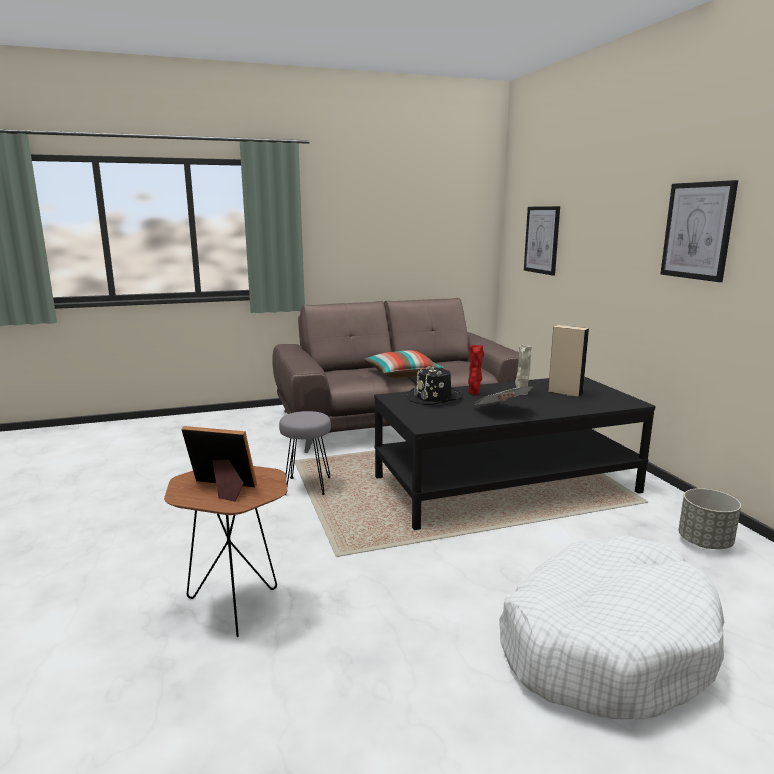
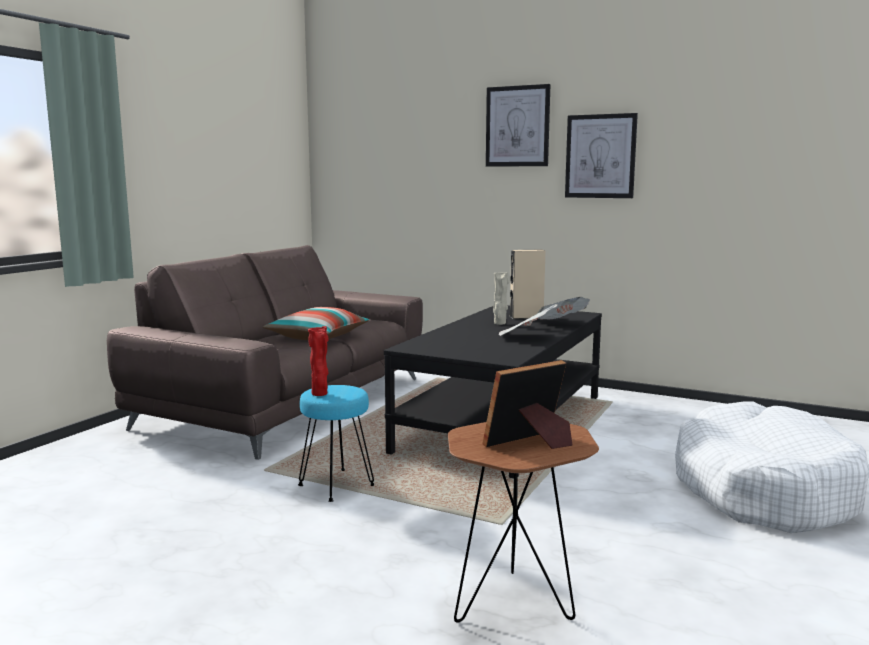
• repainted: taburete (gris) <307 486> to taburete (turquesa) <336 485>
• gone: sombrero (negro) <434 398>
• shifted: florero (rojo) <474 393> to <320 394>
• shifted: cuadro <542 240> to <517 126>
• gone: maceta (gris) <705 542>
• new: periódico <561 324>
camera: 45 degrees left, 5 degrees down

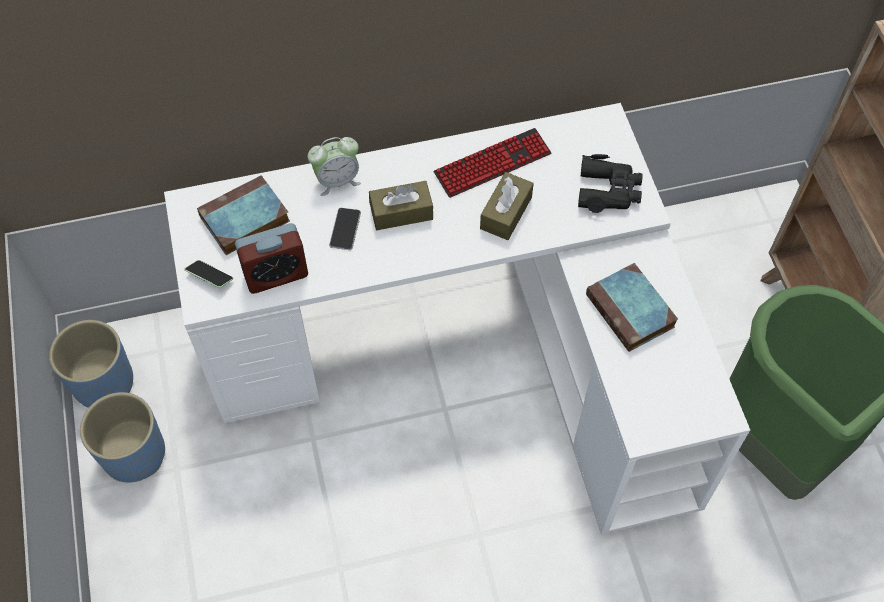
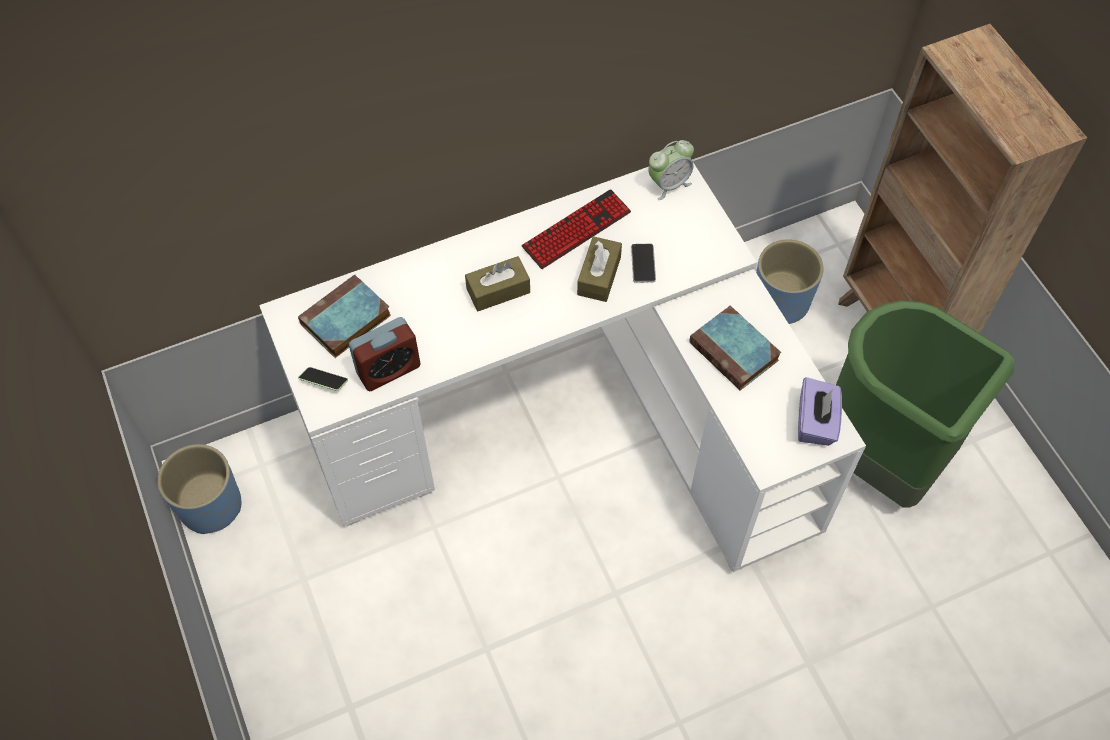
• shifted: maceta (azul) <134 454> to <781 302>
• shifted: despertador <337 180> to <669 184>
• shifted: móvil <345 229> to <643 263>
• gone: prismáticos (negro) <608 190>
• new: caja de pañuelos (morado) <815 422>
camera: 10 degrees left, 0 degrees up

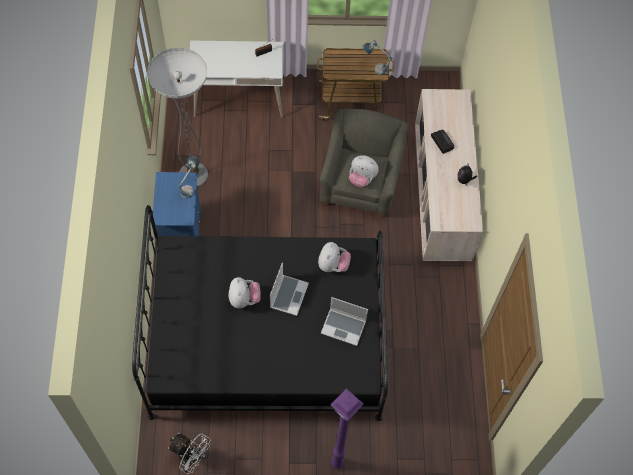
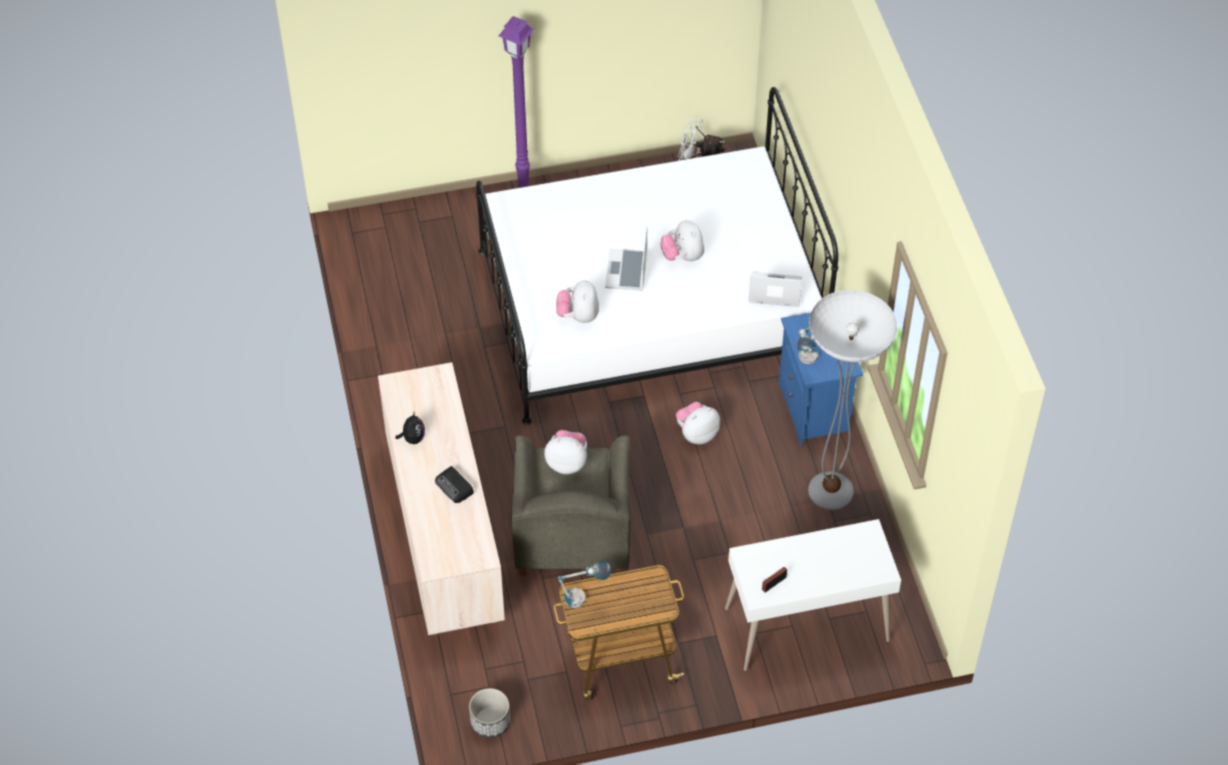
• repainted: cama (negro) <267 338> to cama (blanco) <649 307>
• shifted: portátil <344 327> to <774 291>
• new: maceta <490 722>
• new: peluche <697 433>
camera: 170 degrees right, 10 degrees down

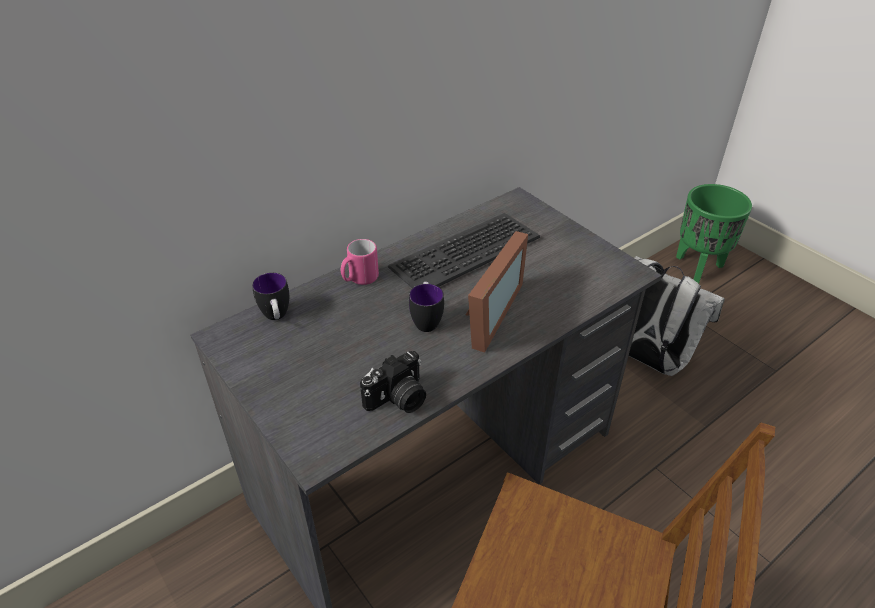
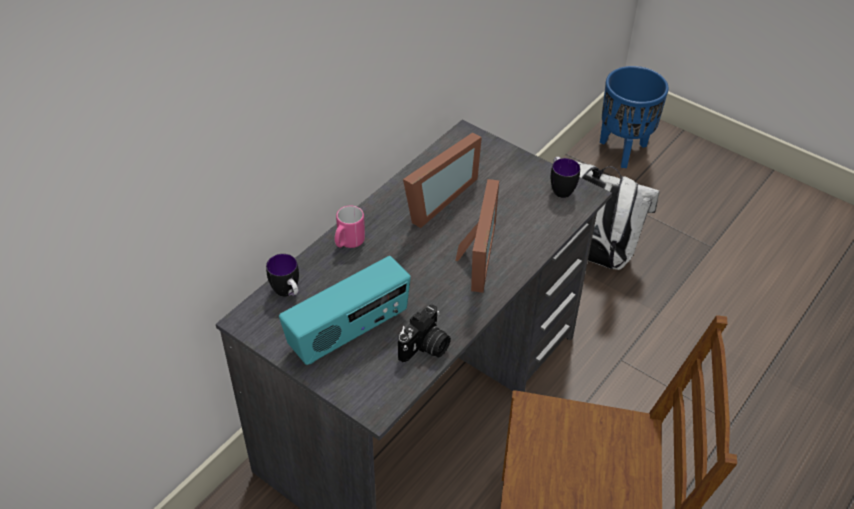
• swapped: teclado <465 252> to portarretratos <434 198>
• shifted: taza grande <426 320> to <560 188>
• repainted: maceta (verde) <698 268> to maceta (azul) <624 151>
• new: radio <349 332>
camera: 15 degrees left, 5 degrees up

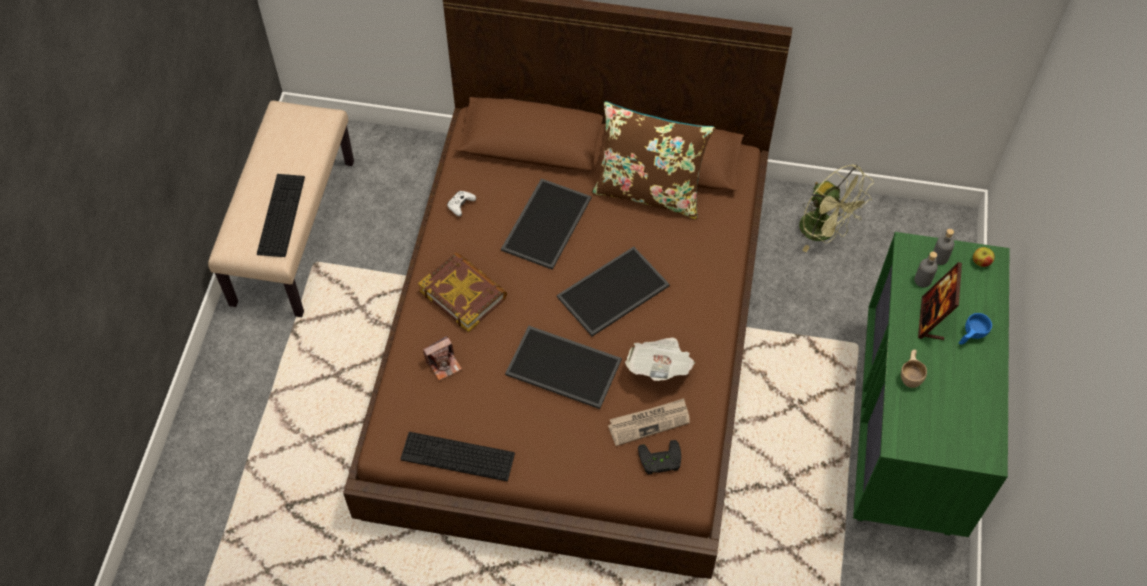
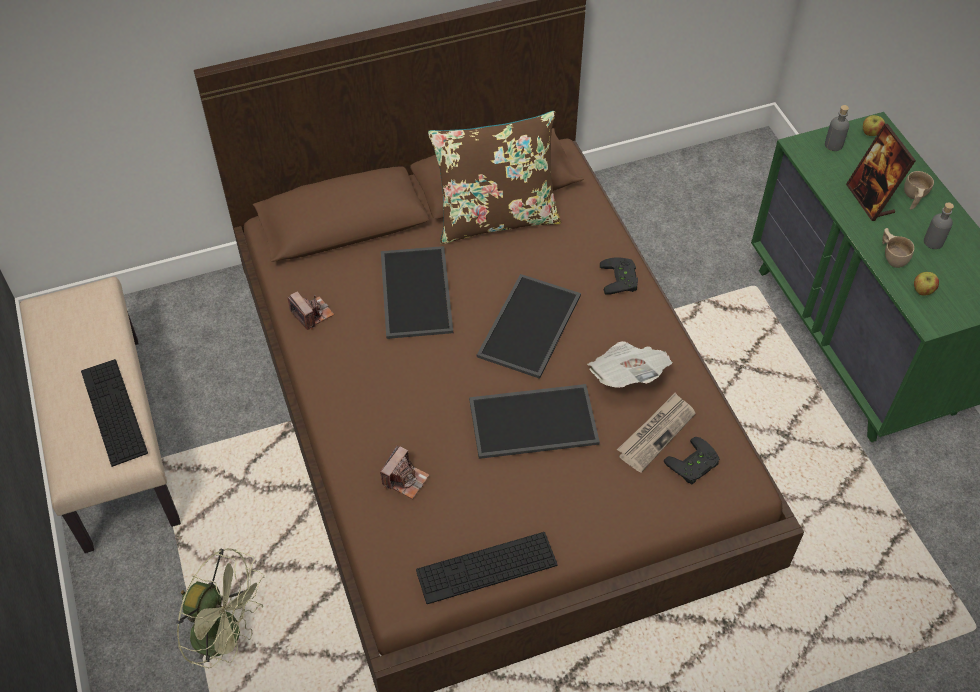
• gone: libro <463 294>
• swapped: mando de consola (blanco) <460 205> to cámara <312 314>
• shifted: ventilador (verde) <824 231> to <227 636>
• shifted: botella (gris) <922 280> to <933 242>
• repainted: taza (azul) <970 335> to taza (beis) <913 198>
• new: mando de consola (negro) <621 279>
• new: manzana <923 291>
camera: 30 degrees left, 5 degrees down

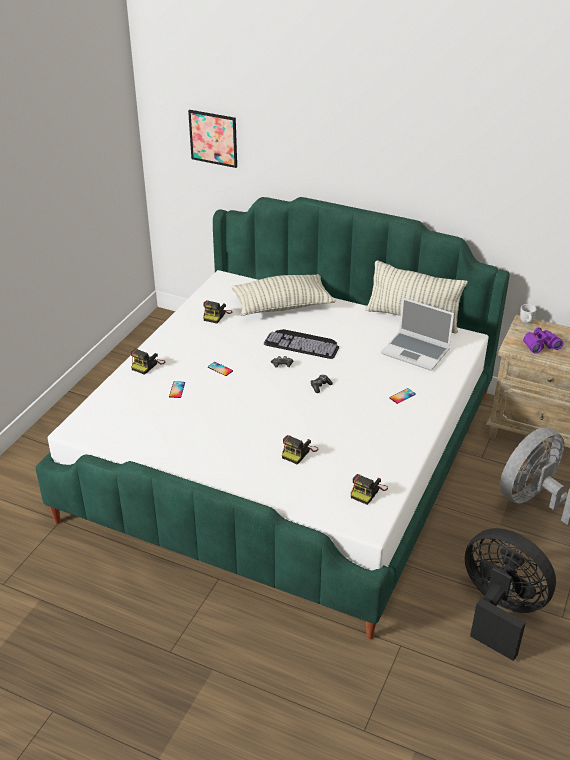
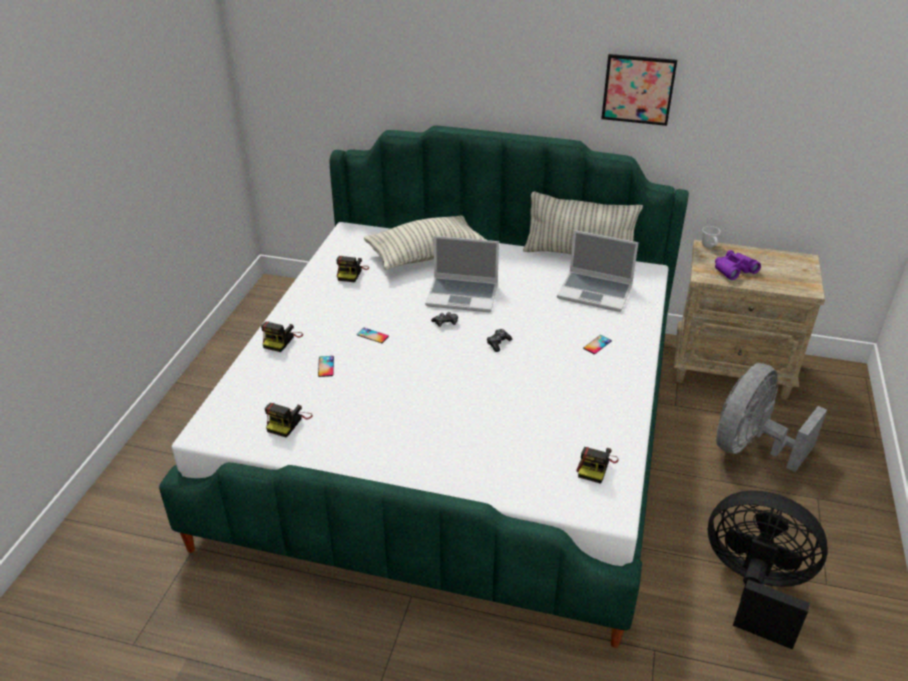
• shifted: cuadro <213 138> to <638 89>
• swapped: teclado <303 343> to portátil <463 295>
• shifted: cámara <299 452> to <288 422>
camera: 10 degrees left, 0 degrees up

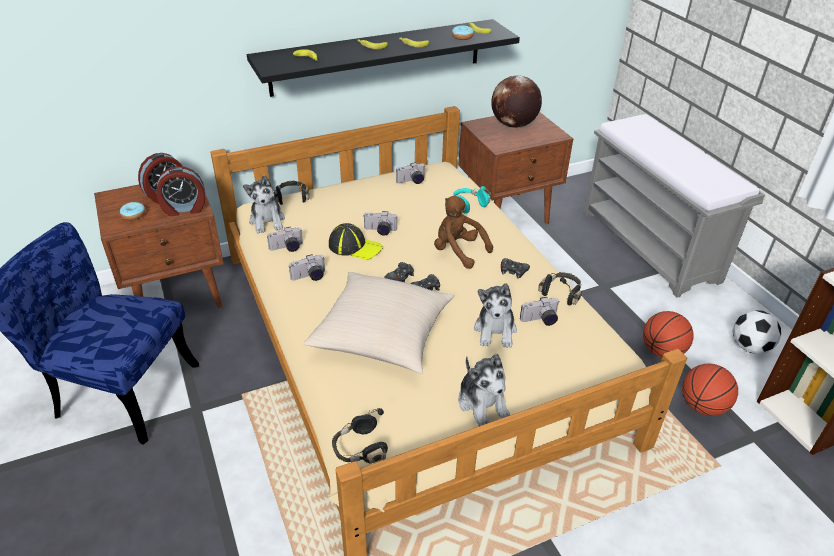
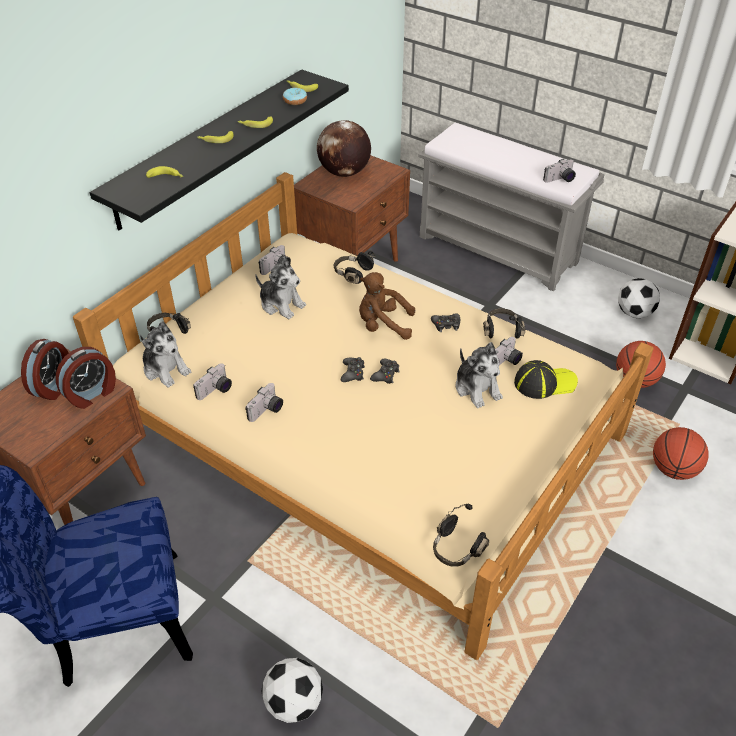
• gone: rosquilla <133 215>
• gone: cojín (beis) <382 335>
• shifted: gorra <355 247> to <544 383>
• shifted: cámara <380 231> to <560 180>
• repainted: auriculares (turquesa) <468 205> to auriculares (negro) <352 273>
• shifted: peluche <482 402> to <281 304>
• shifted: balón de baloncesto <662 351> to <673 469>
• new: balón de fútbol <294 703>
camera: 30 degrees left, 5 degrees up

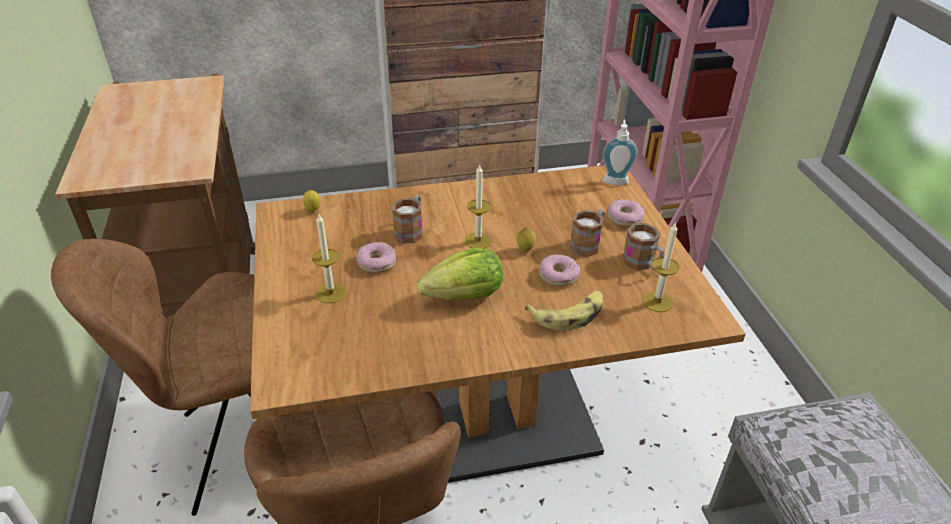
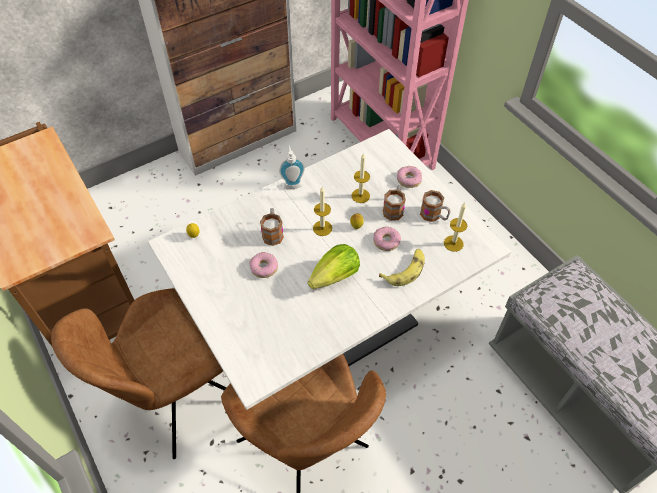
• repainted: mesa de comedor (marrón) <473 423> to mesa de comedor (blanco) <328 331>
• shifted: vela <331 293> to <360 196>
• shifted: dispensador de jabón <615 180> to <292 184>
camera: 20 degrees left, 15 degrees up

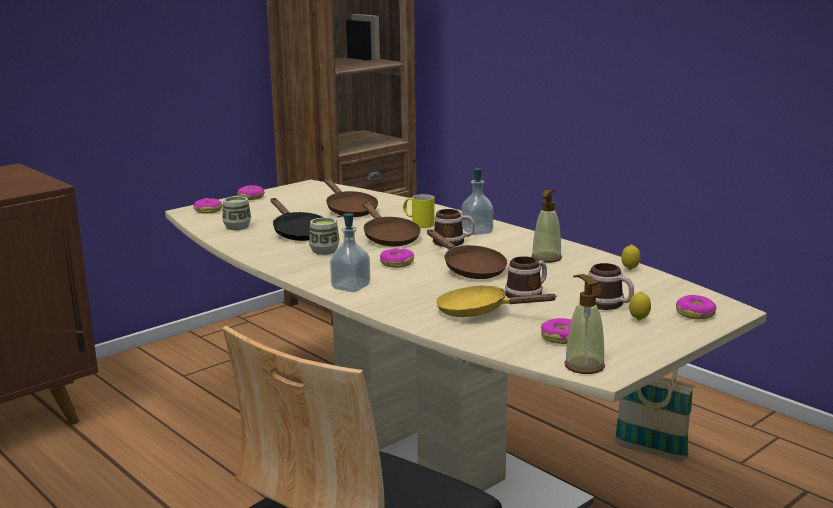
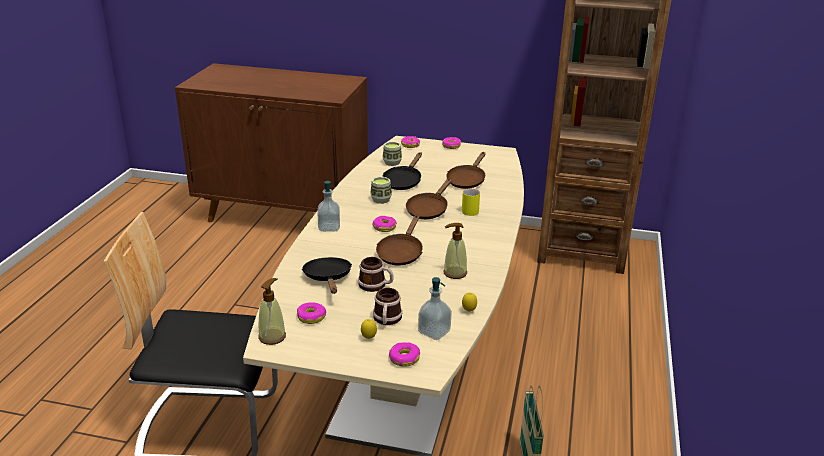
• gone: taza grande <453 242>
• repainted: sartén (amarillo) <479 312> to sartén (negro) <328 278>
• shifted: dispensador de jabón <477 231> to <434 332>
camera: 55 degrees right, 10 degrees up

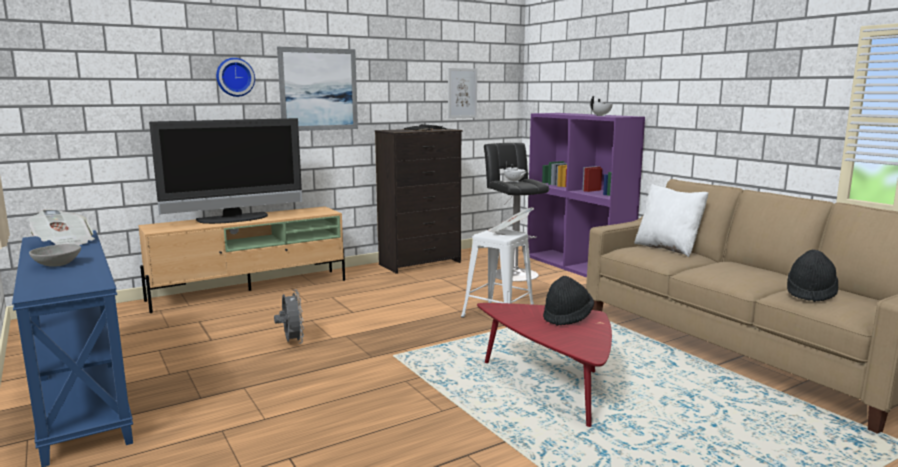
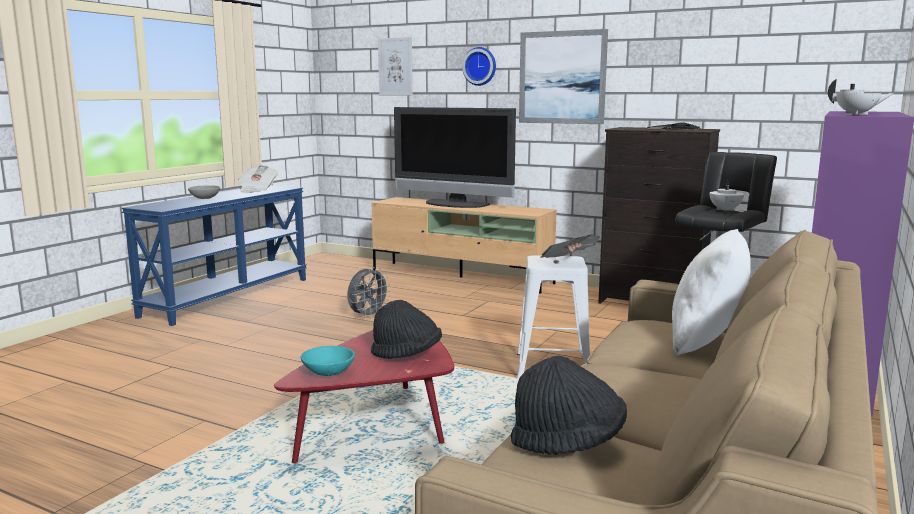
• shifted: cuadro <462 93> to <395 66>
• new: cuenco (turquesa) <328 372>
camera: 60 degrees right, 0 degrees up

